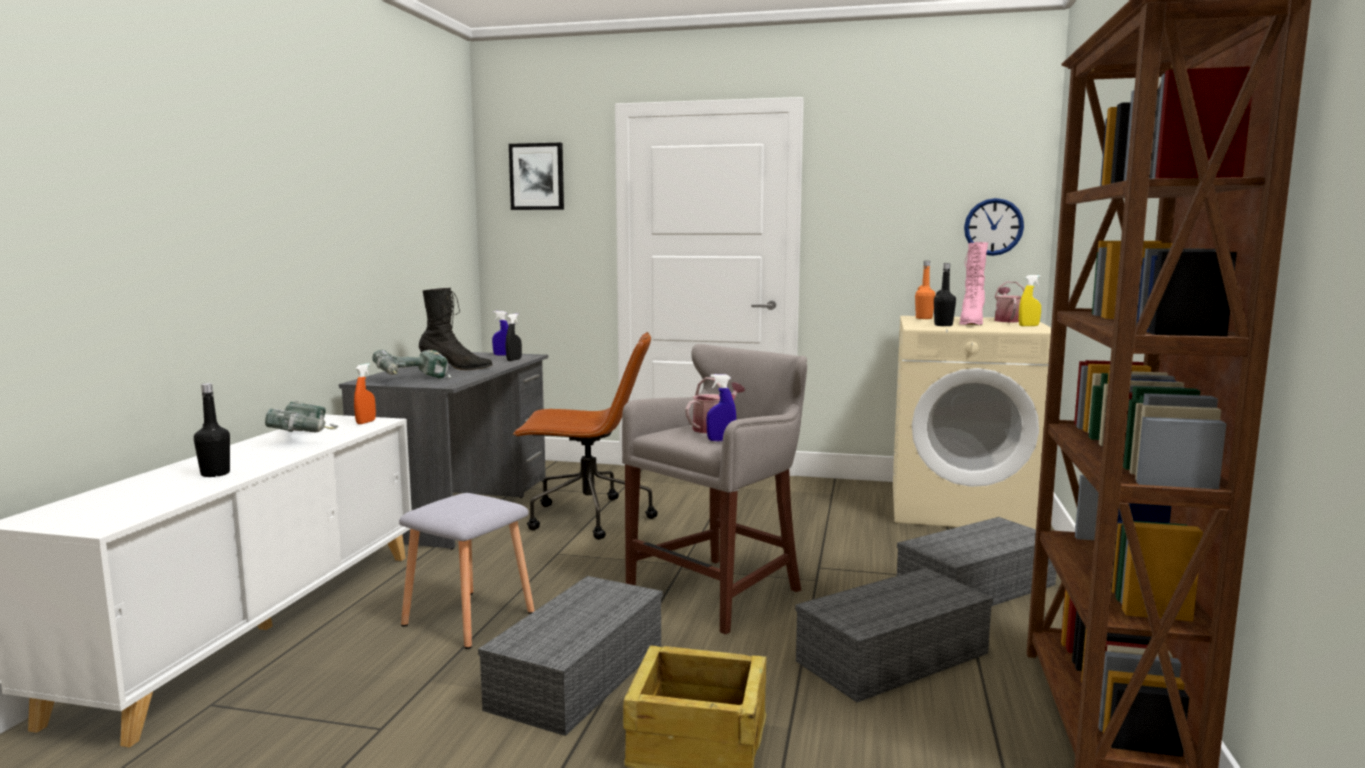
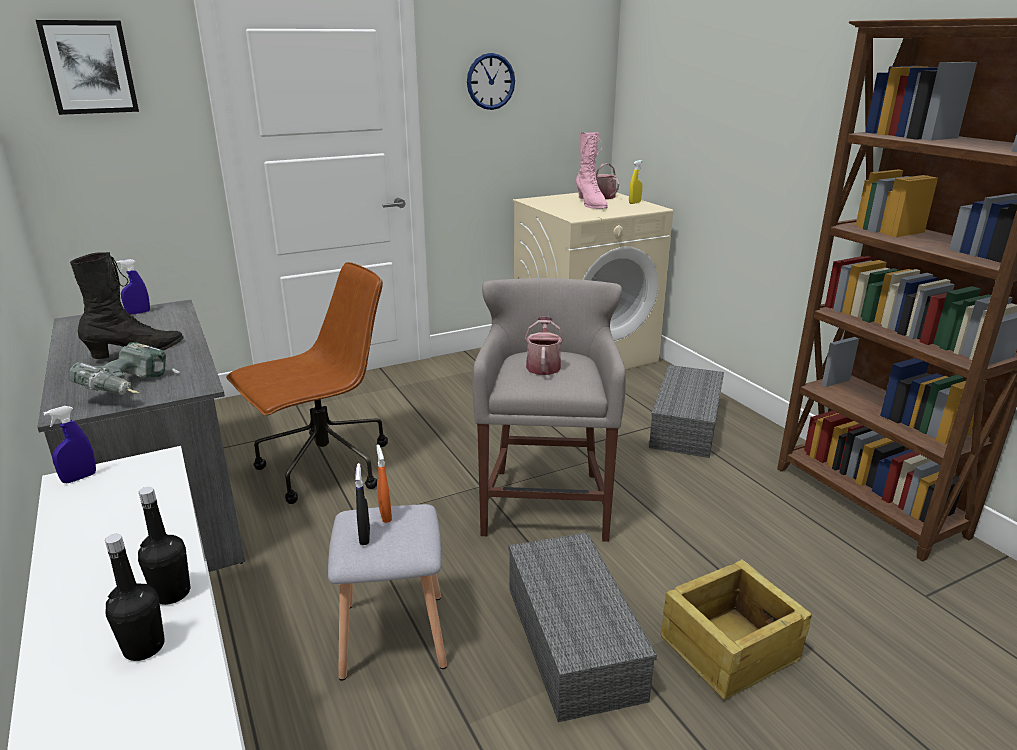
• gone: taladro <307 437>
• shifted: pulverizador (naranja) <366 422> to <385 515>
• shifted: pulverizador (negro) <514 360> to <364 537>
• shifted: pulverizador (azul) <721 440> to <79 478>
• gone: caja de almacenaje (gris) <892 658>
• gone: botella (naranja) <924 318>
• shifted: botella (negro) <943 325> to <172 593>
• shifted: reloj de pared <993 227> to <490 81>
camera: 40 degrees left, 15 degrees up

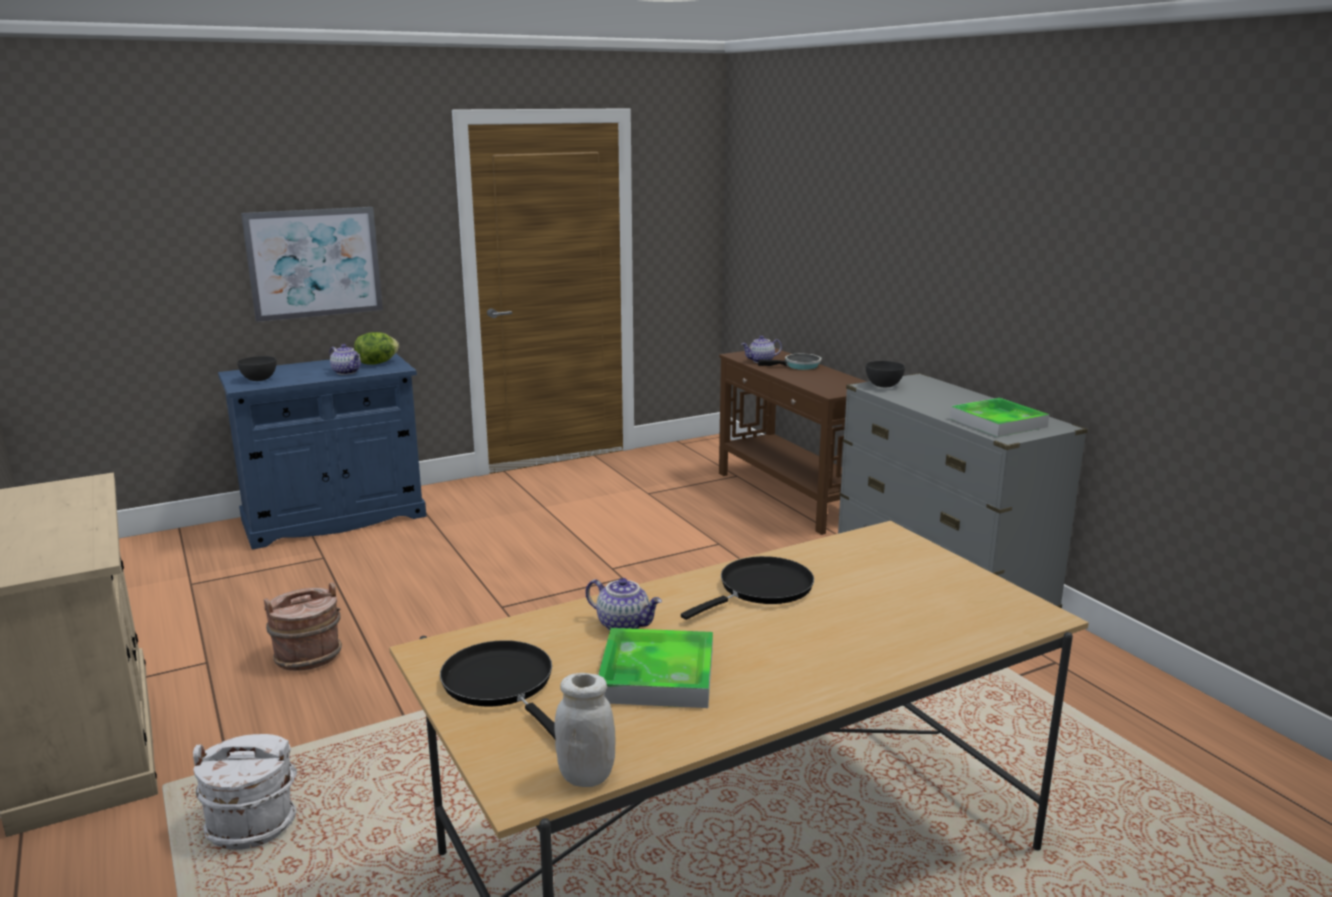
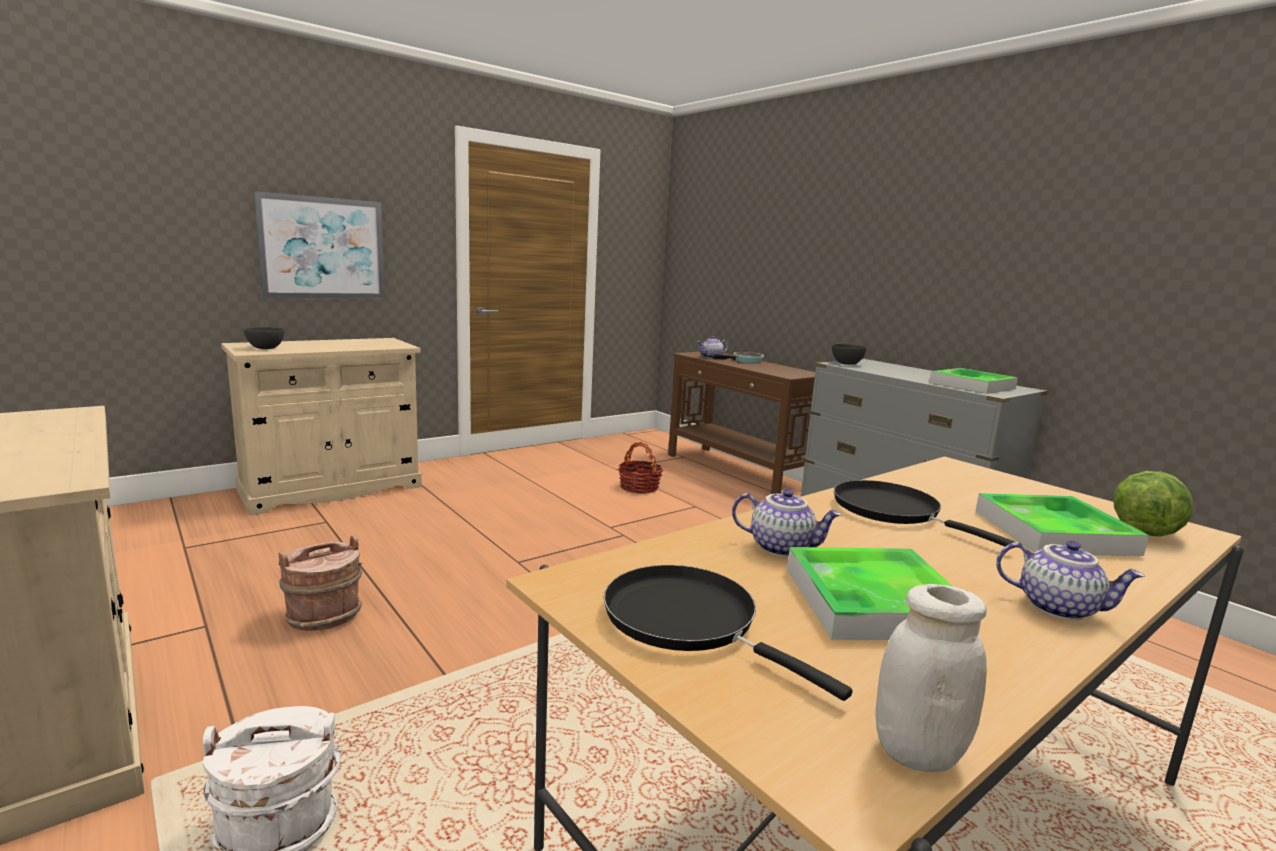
• repainted: armario (azul) <334 518> to armario (beis) <332 489>
• shifted: tetera <347 372> to <1058 607>
• shifted: lechuga <377 363> to <1144 531>
• rotated: sartén (negro) <761 589> = <892 511> 75 degrees counterclockwise
• new: cesta <639 487>
• new: bandeja <1053 532>
camera: 10 degrees left, 5 degrees down

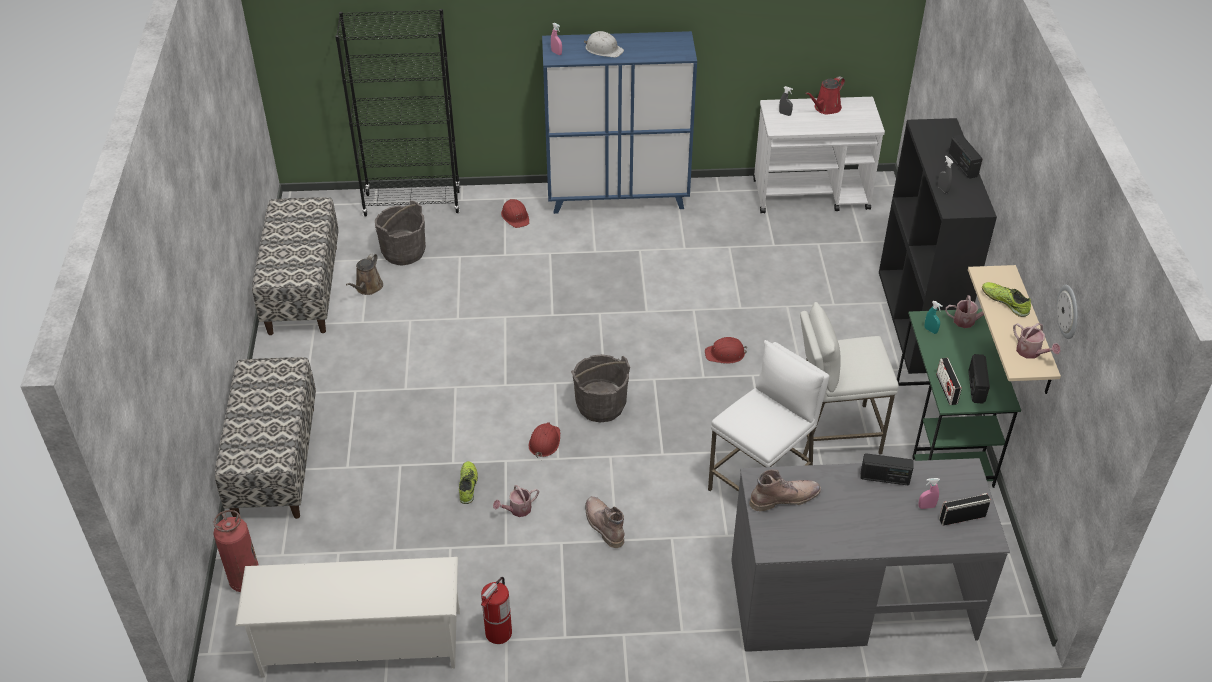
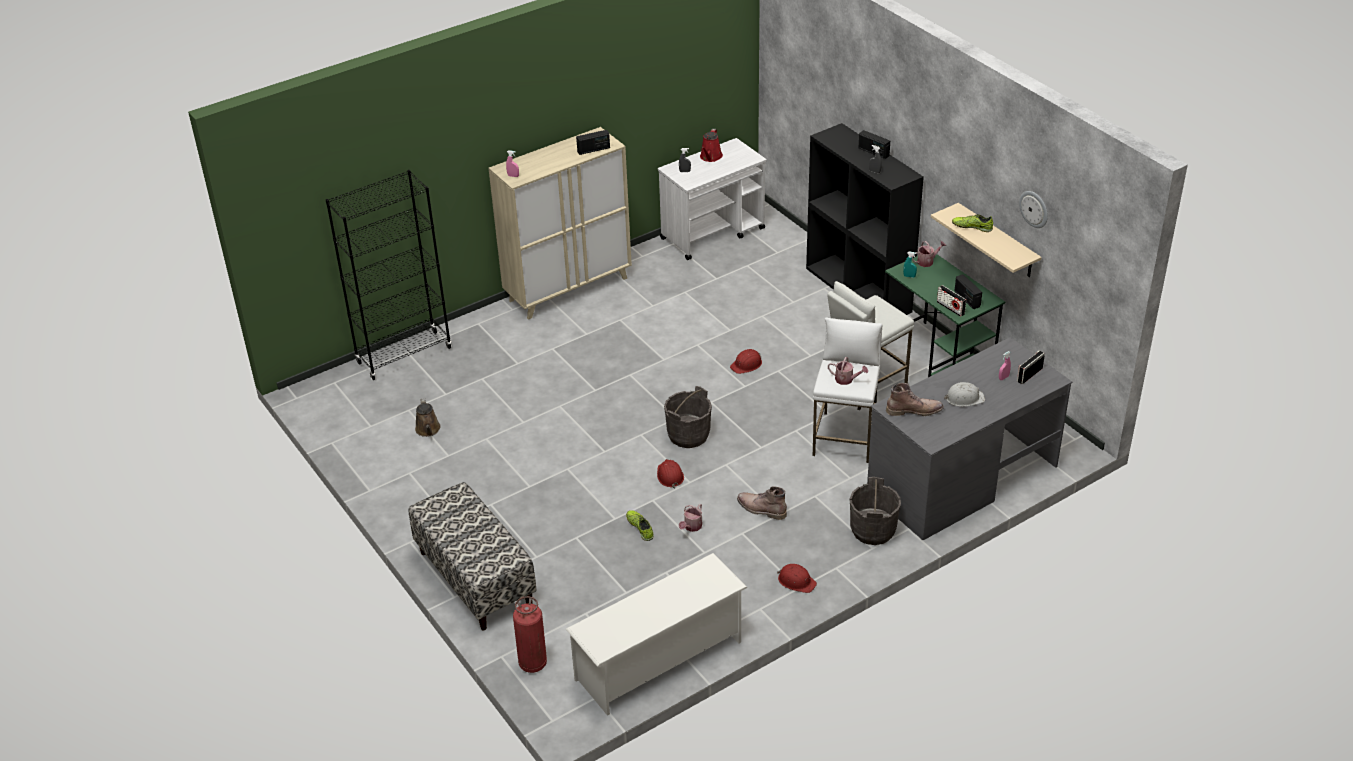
• gone: banco <302 289>
• shifted: cubo (gris) <403 252> to <872 530>
• gone: extintor <498 633>
• shifted: casco (rojo) <515 216> to <796 581>
• repainted: armario (azul) <618 197> to armario (beis) <568 289>
• shifted: casco (blanco) <603 49> to <964 398>
• rotated: bota (marrón) <784 497> = <914 410> 45 degrees clockwise
• shifted: radio <884 478> to <593 150>
• shifted: regadera <1031 352> to <846 379>
camera: 30 degrees left, 5 degrees down

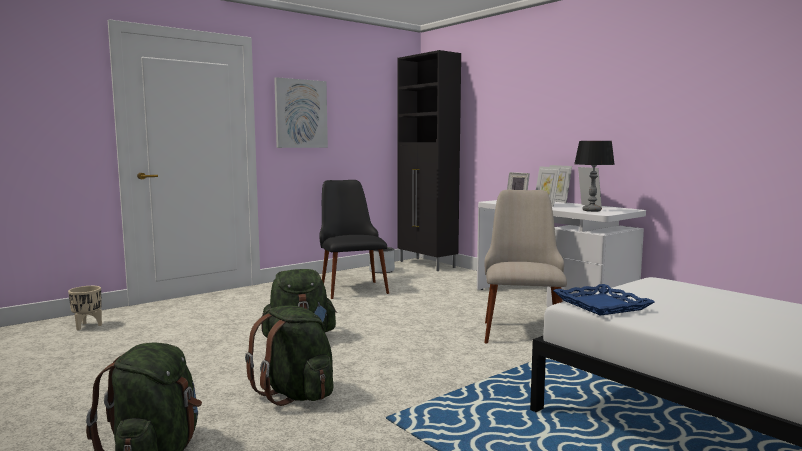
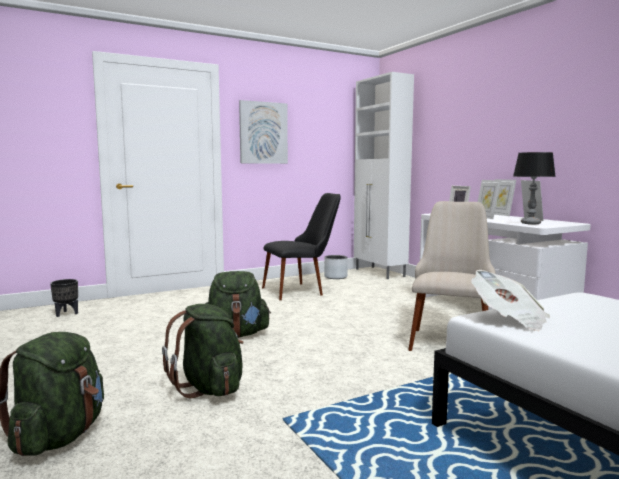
• repainted: maceta (beis) <88 326> to maceta (negro) <66 314>
• rotated: silla (negro) <351 287> = <302 290> 75 degrees clockwise
• repainted: armario (negro) <427 264> to armario (blanco) <380 273>
• swapped: bandeja (azul) <602 305> to periódico <509 319>
camera: 10 degrees right, 0 degrees up

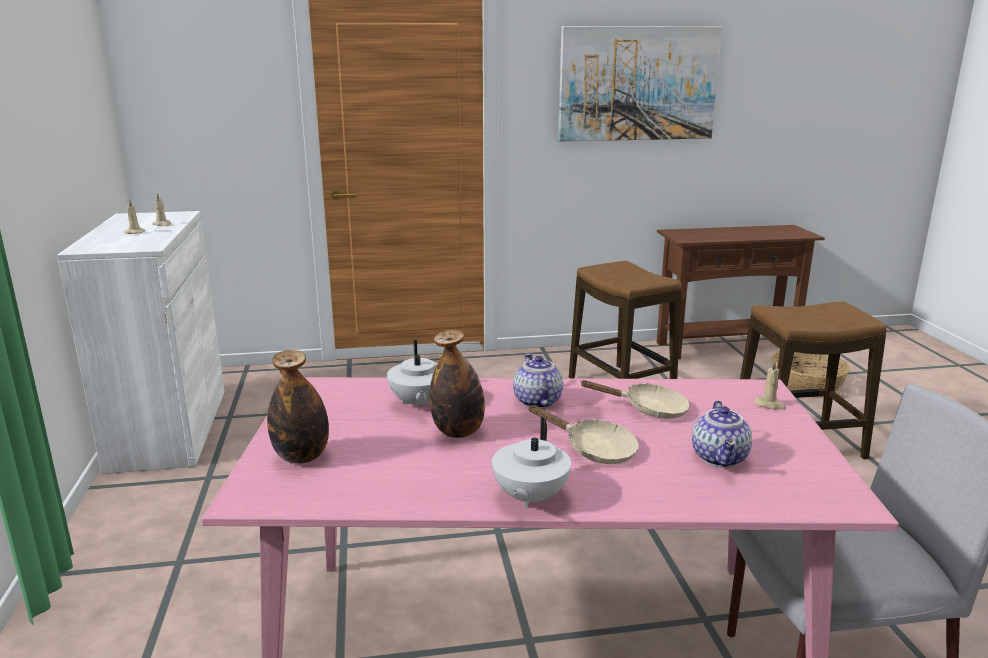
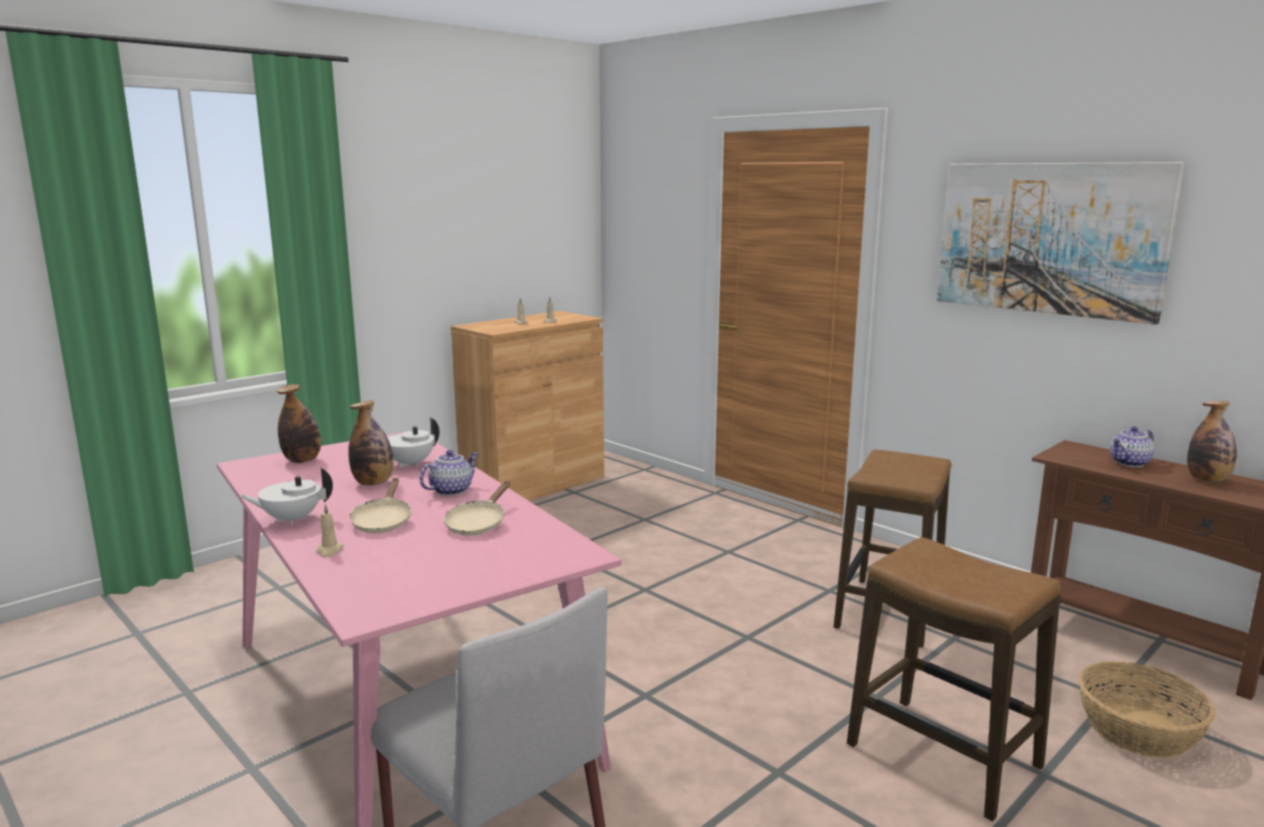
• repainted: armario (blanco) <169 428> to armario (marrón) <533 484>
• rotated: sartén (beis) <648 409> = <478 524> 45 degrees clockwise
• shifted: tetera <721 458> to <1130 463>
• shifted: vela (beis) <770 405> to <329 551>
• new: botella <1207 480>
camera: 55 degrees right, 5 degrees down

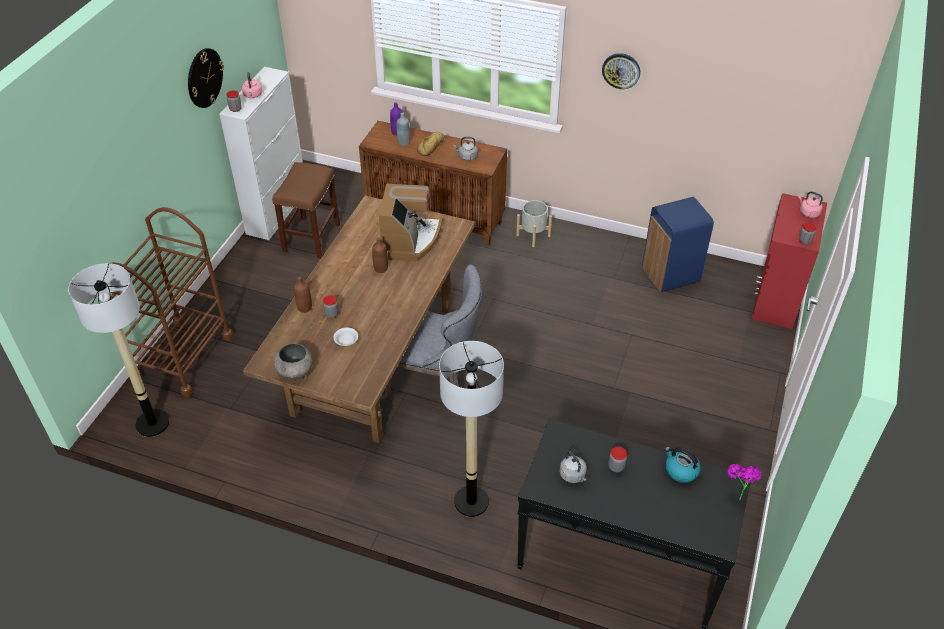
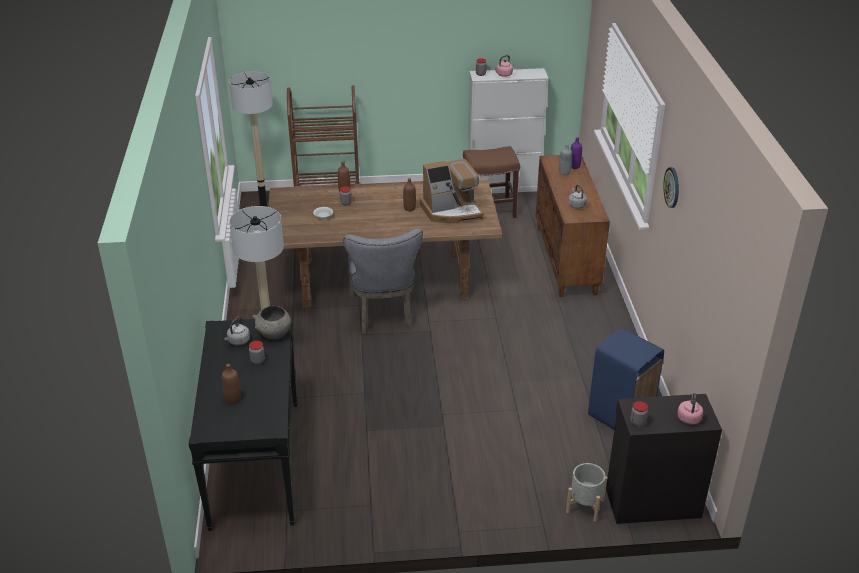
• gone: reloj de pared <204 78>
• shifted: cuenco (gris) <296 372> to <274 334>
• gone: pan <432 146>
• shifted: maceta (gris) <533 236> to <585 506>
• gone: hervidor <680 470>
• gone: planta en maceta <737 494>
• repainted: armario (rojo) <775 299> to armario (negro) <652 502>
• new: botella (marrón) <233 399>
camera: 65 degrees right, 10 degrees down

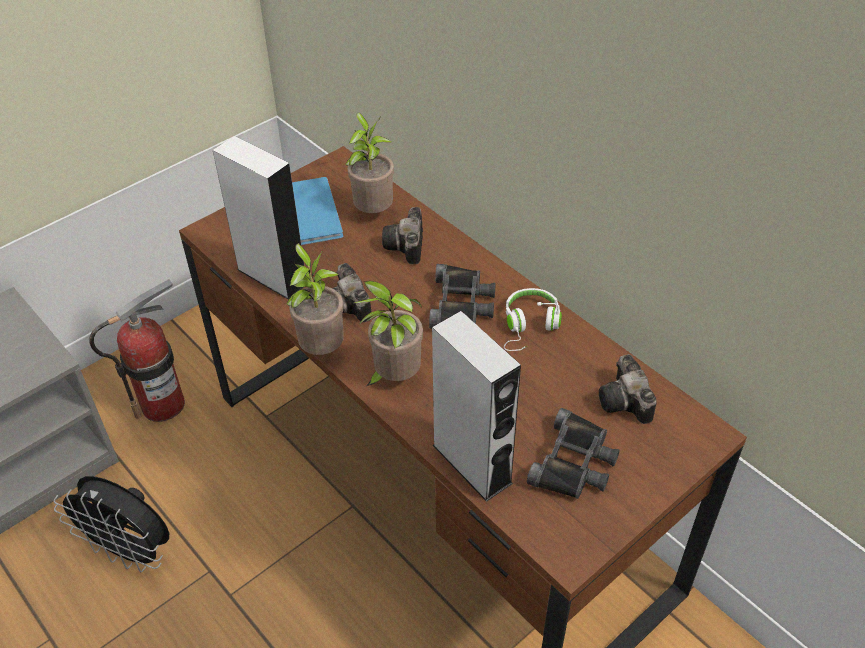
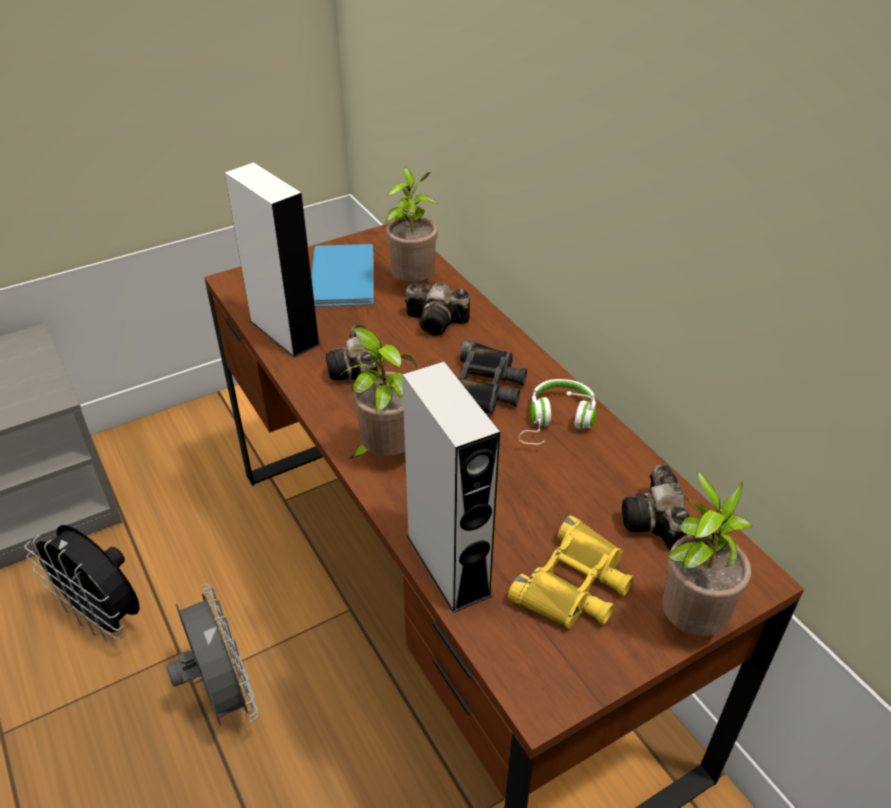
• gone: extintor <163 404>
• shifted: planta en maceta <321 349> to <688 620>
• rotated: cámara <406 247> = <439 322> 90 degrees counterclockwise
• repainted: prismáticos (negro) <575 463> to prismáticos (amarillo) <575 584>
• new: ventilador (gris) <222 696>
camera: 10 degrees right, 5 degrees down

